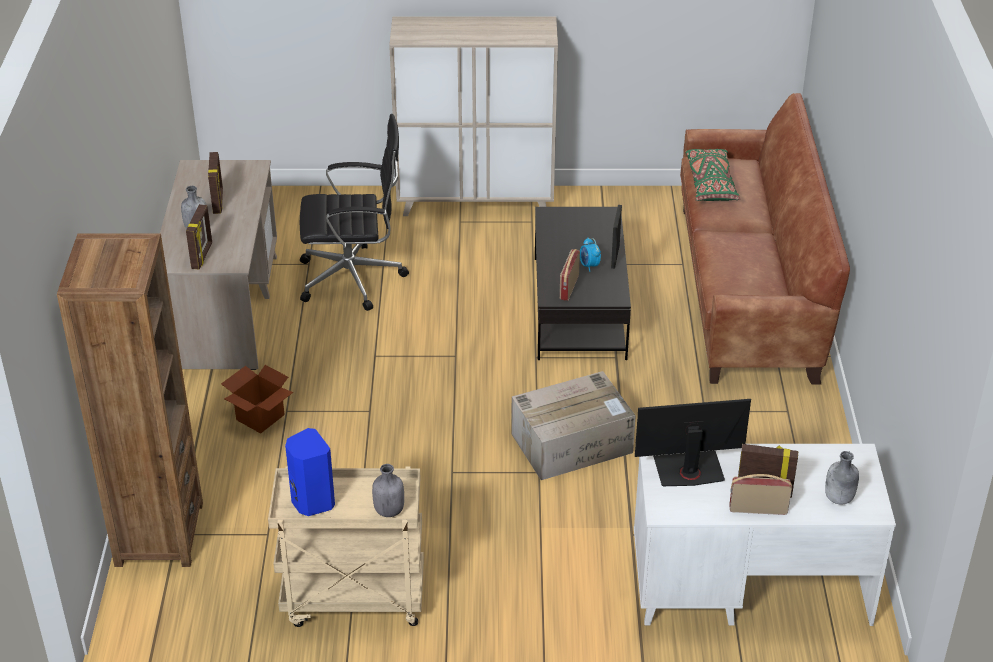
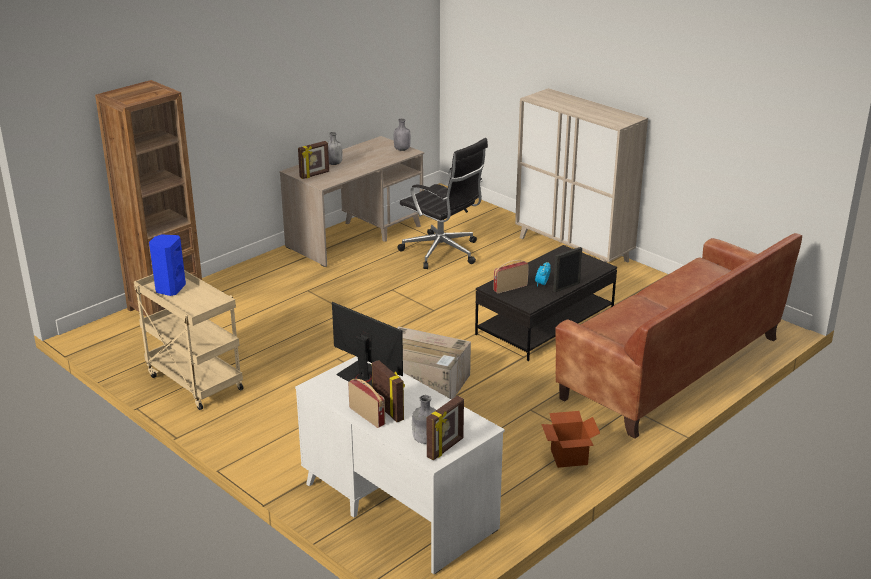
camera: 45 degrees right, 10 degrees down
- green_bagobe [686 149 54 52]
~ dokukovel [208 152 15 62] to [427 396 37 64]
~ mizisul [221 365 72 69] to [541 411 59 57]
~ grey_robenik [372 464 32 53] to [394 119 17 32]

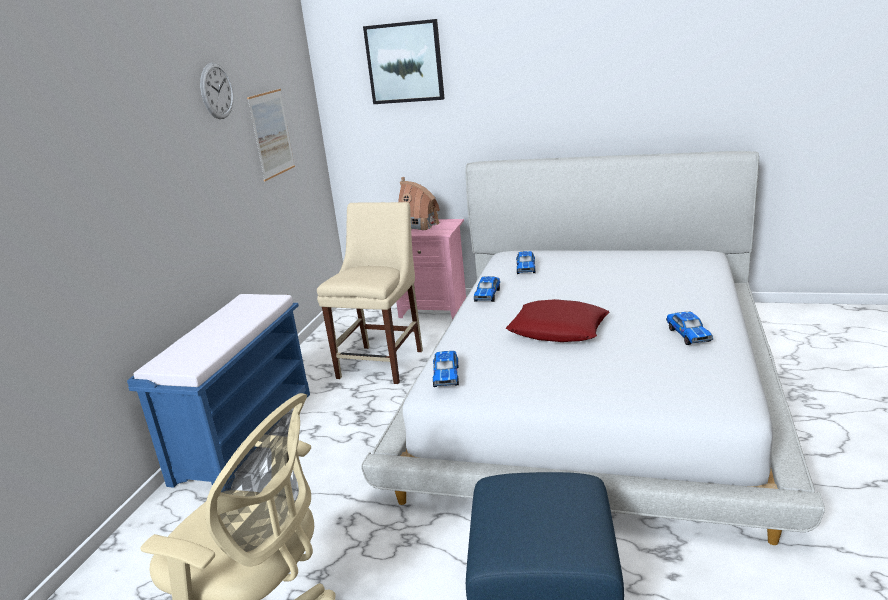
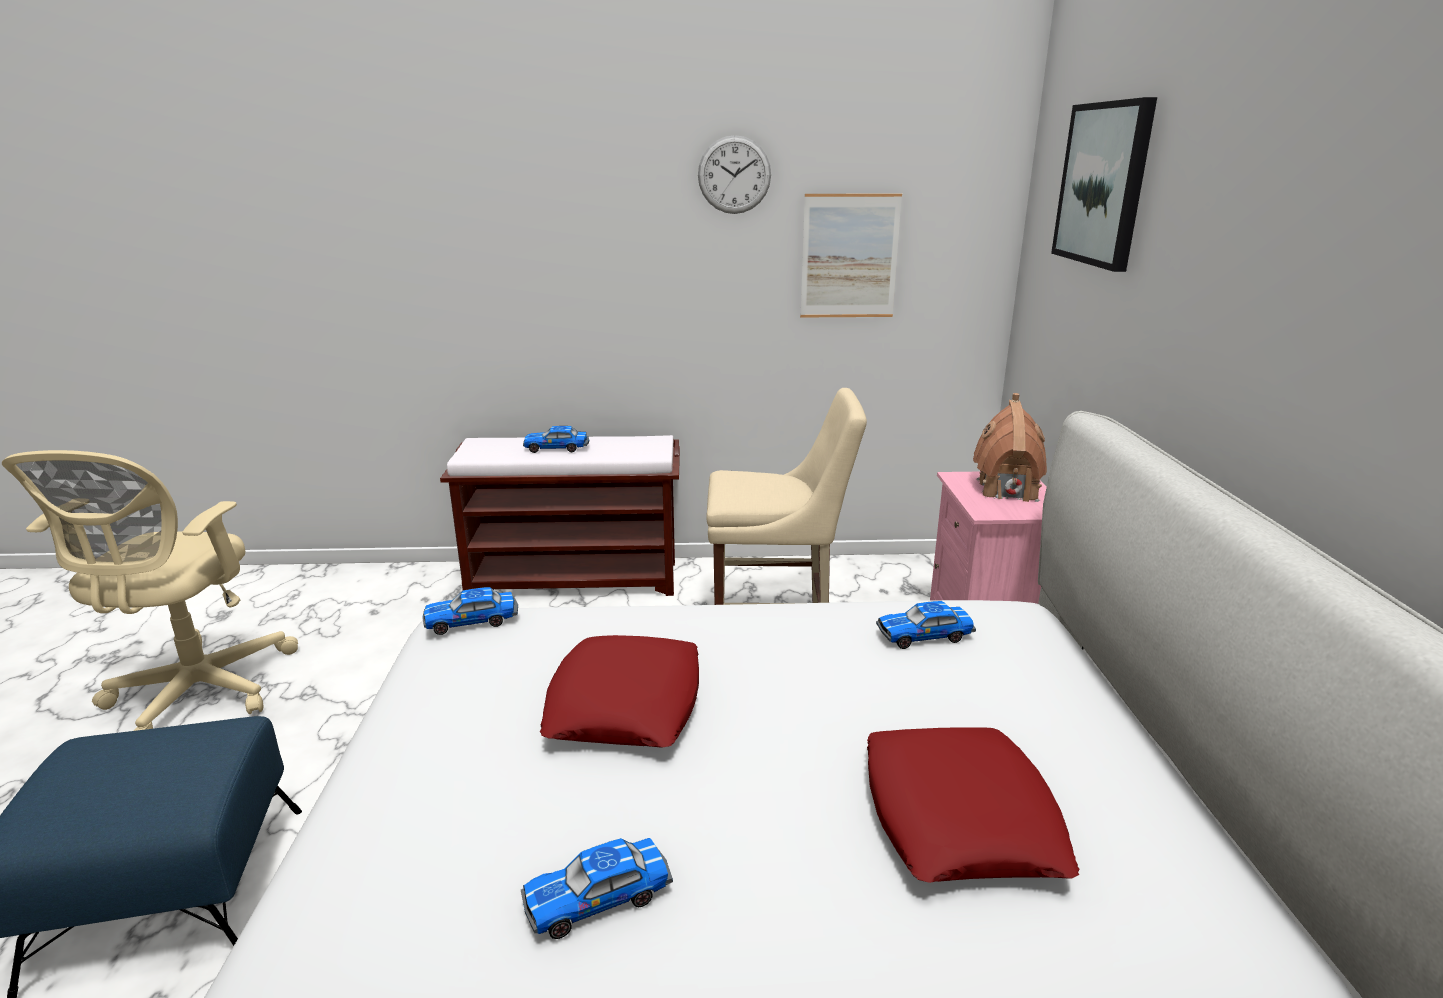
camera: 70 degrees right, 0 degrees up
+ red_bagobe [867 727 212 156]
~ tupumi [474 276 26 26] to [523 426 66 27]
~ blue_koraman [127 294 183 194] to brown_koraman [440 435 240 161]

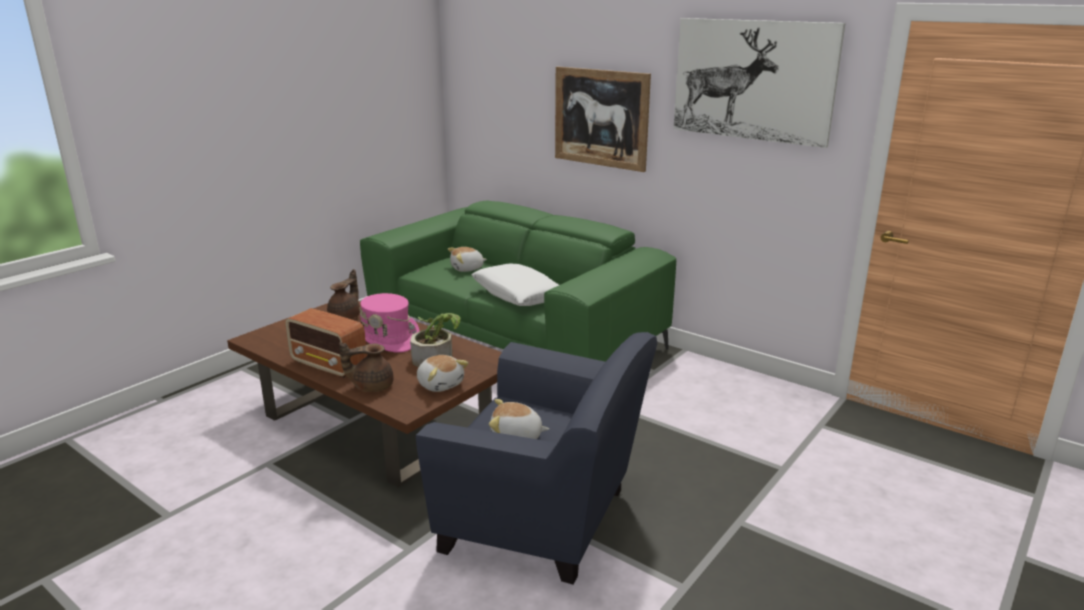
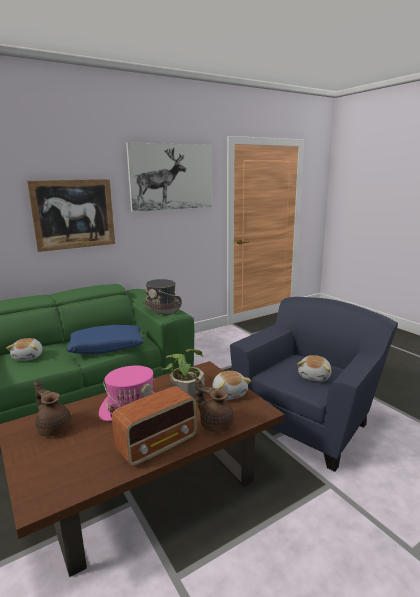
camera: 70 degrees left, 5 degrees down
+ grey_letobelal [142 279 40 36]
~ white_bagobe [472 264 87 42] to blue_bagobe [66 325 78 29]
~ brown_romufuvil [339 342 55 50] = [195 378 39 55] 120 degrees clockwise
~ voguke [417 355 52 37] = [212 371 40 29] 90 degrees clockwise

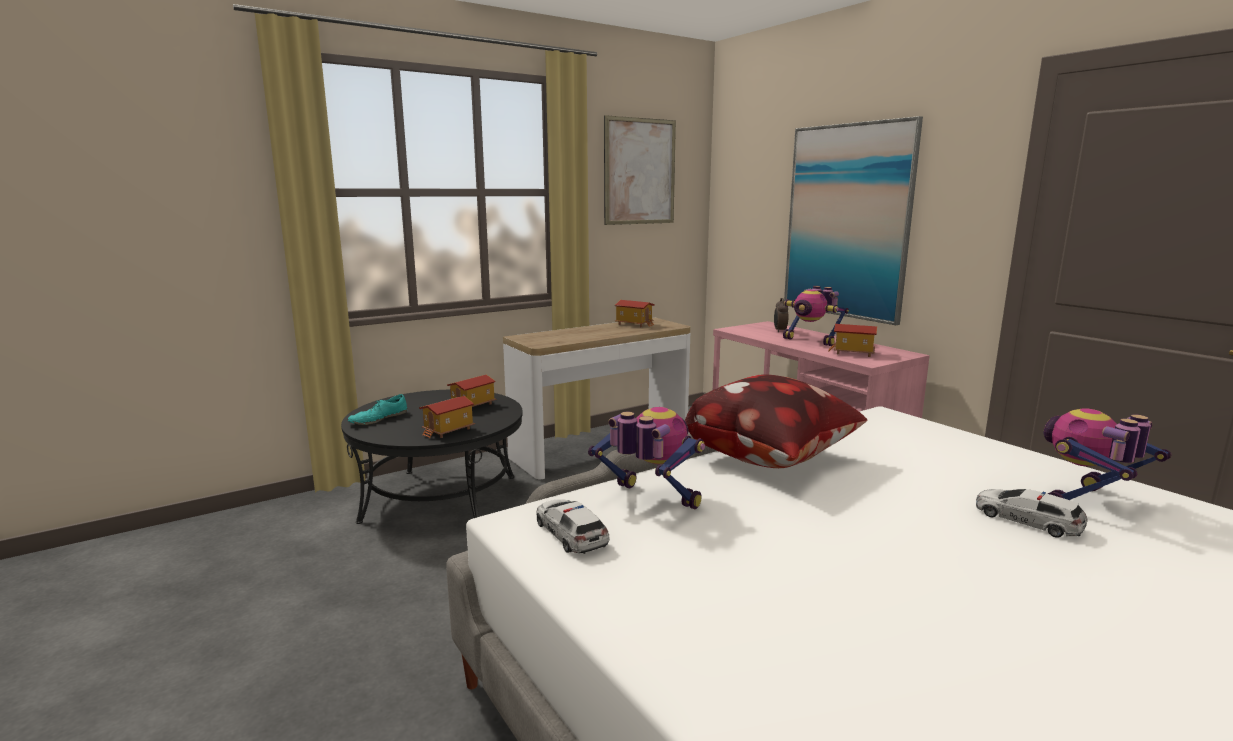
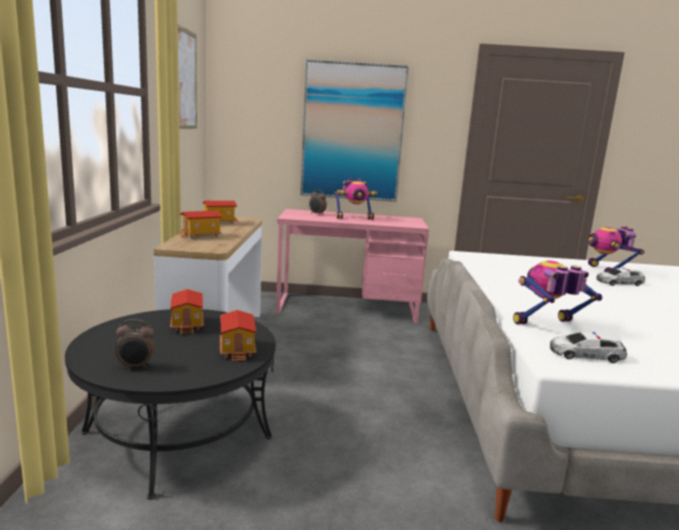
camera: 55 degrees left, 0 degrees up
- bagobe [685 375 183 93]
~ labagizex [828 324 49 33] to [179 211 43 28]
~ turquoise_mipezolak [348 394 59 31] to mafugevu [115 319 40 50]

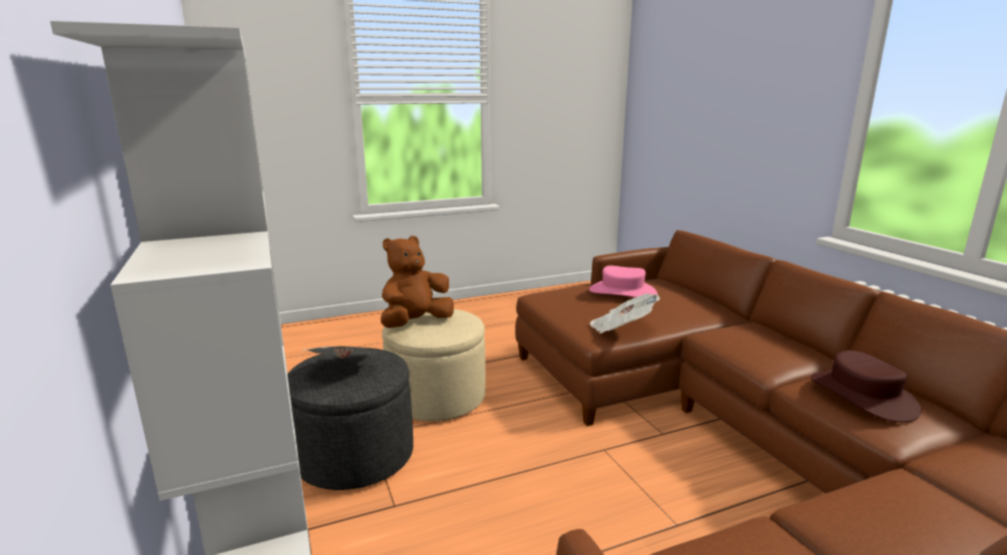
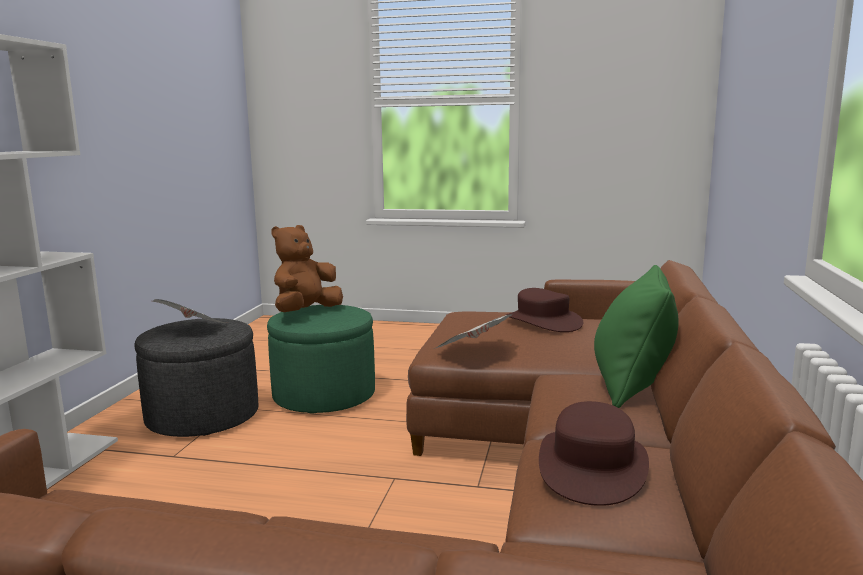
camera: 35 degrees right, 5 degrees down
+ green_bagobe [594 265 84 143]
~ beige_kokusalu [382 309 104 112] to green_kokusalu [267 305 108 109]
~ pink_letobelal [589 266 69 31] to brown_letobelal [506 288 77 44]
~ brown_voguke [381 236 73 92] = [272 225 71 87] 45 degrees counterclockwise

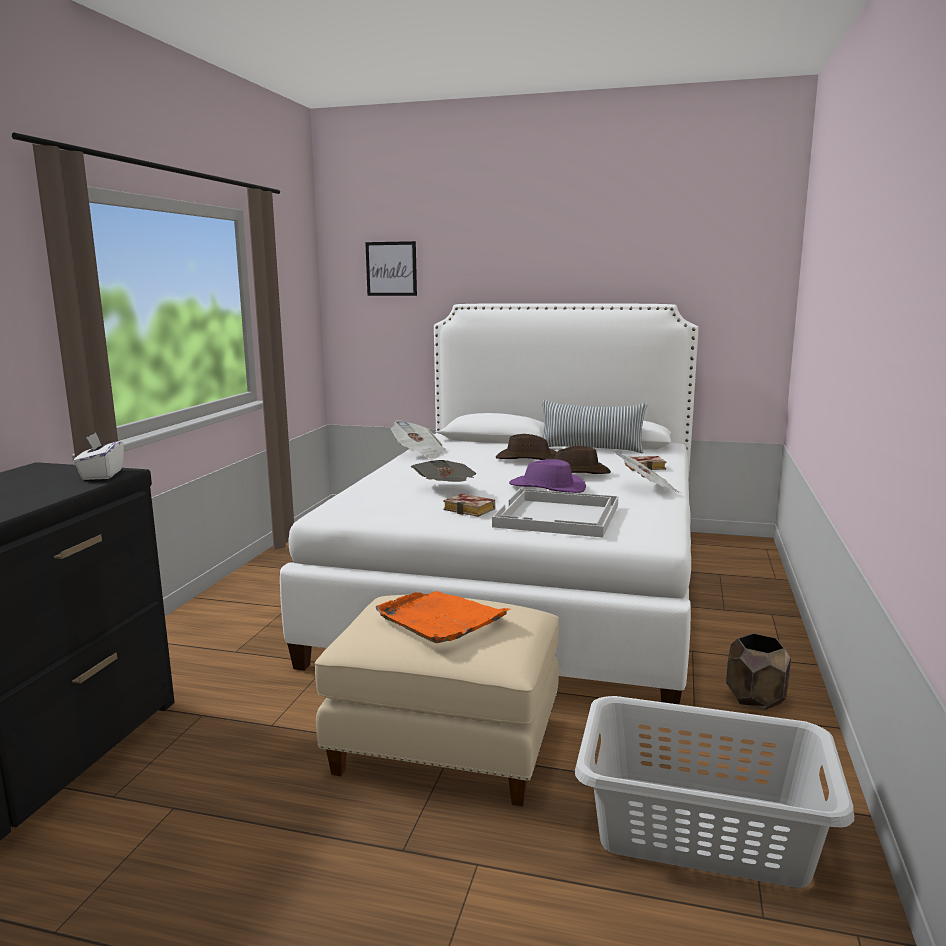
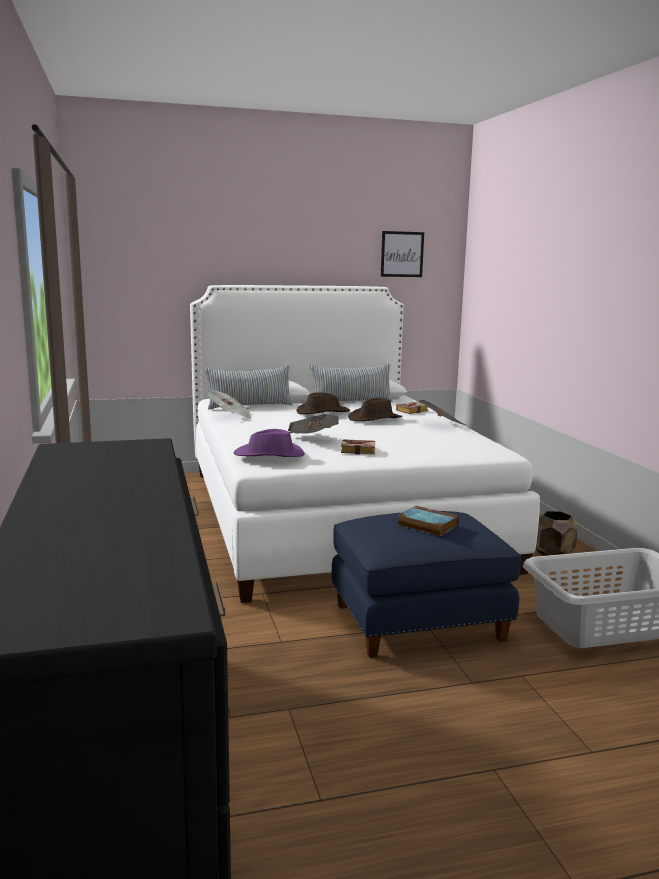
camera: 30 degrees left, 0 degrees up
- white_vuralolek [73 433 51 47]
- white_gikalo [492 489 126 49]
+ bagobe [205 365 87 44]
~ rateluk [365 241 52 55] to [381 231 43 46]
~ purple_letobelal [509 459 77 34] to [233 429 72 28]
~ orange_gikalo [376 591 134 52] to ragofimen [398 506 61 30]
~ beige_kokusalu [315 595 244 211] to blue_kokusalu [332 511 189 147]

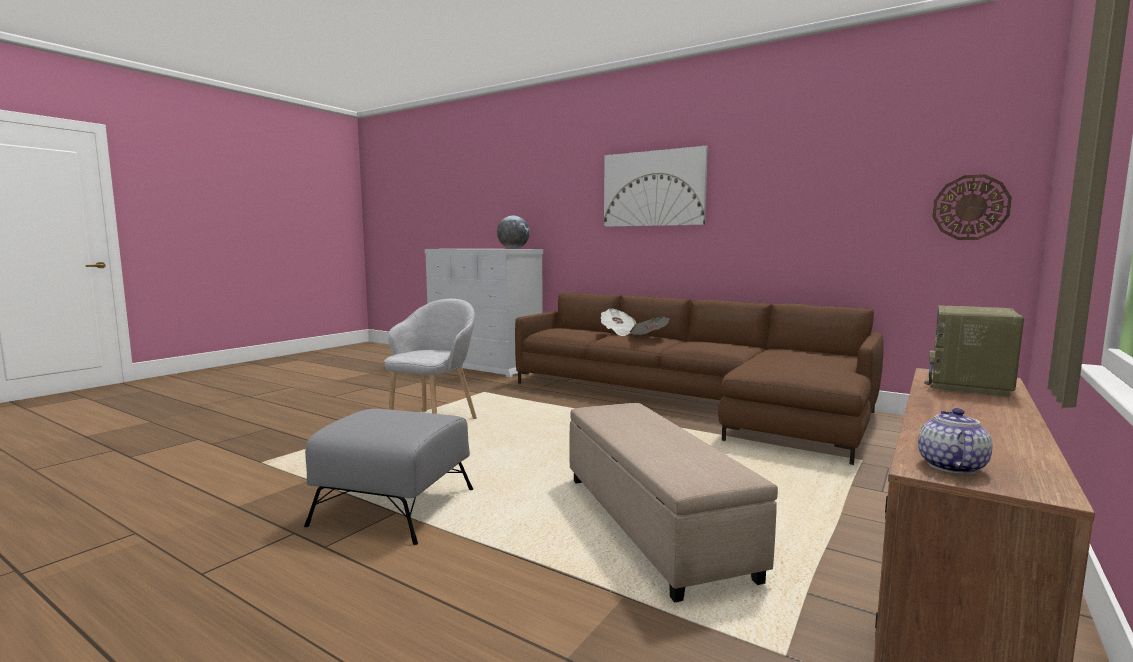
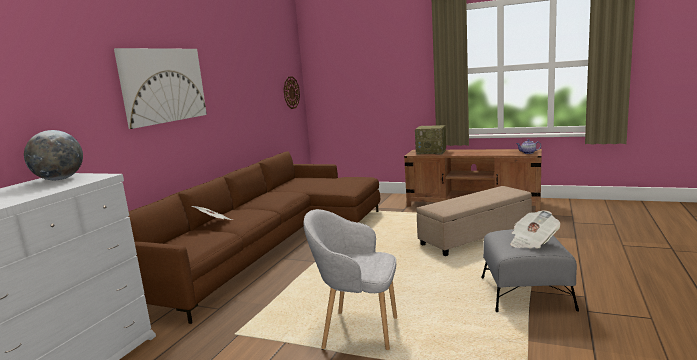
camera: 100 degrees left, 5 degrees up
~ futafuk [629 316 41 19] to [510 210 50 39]

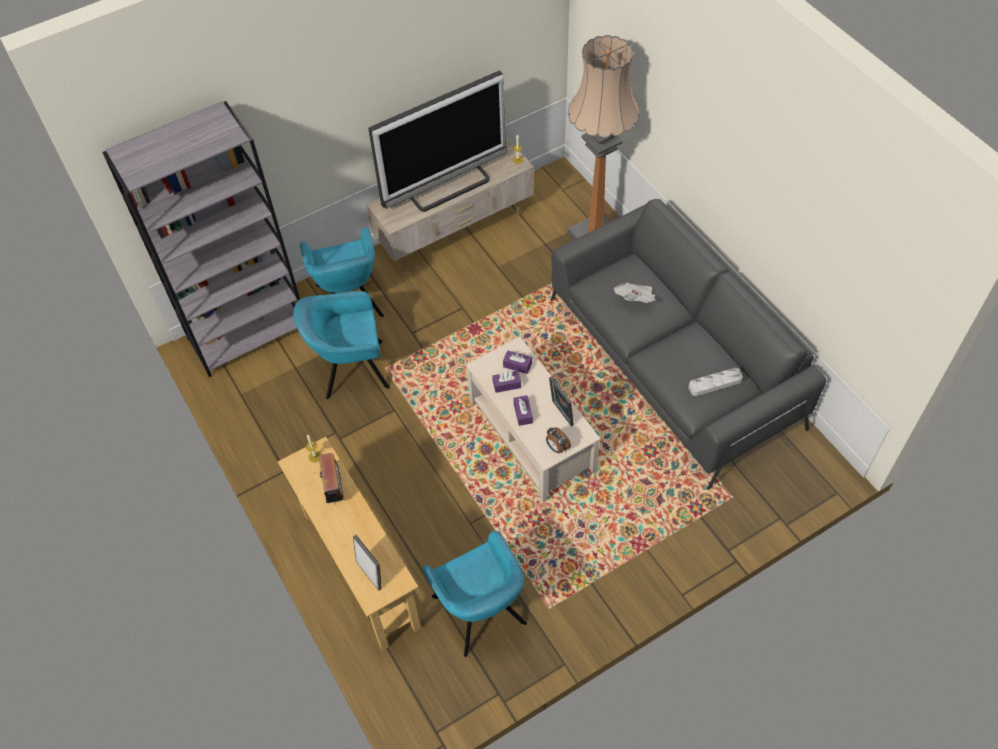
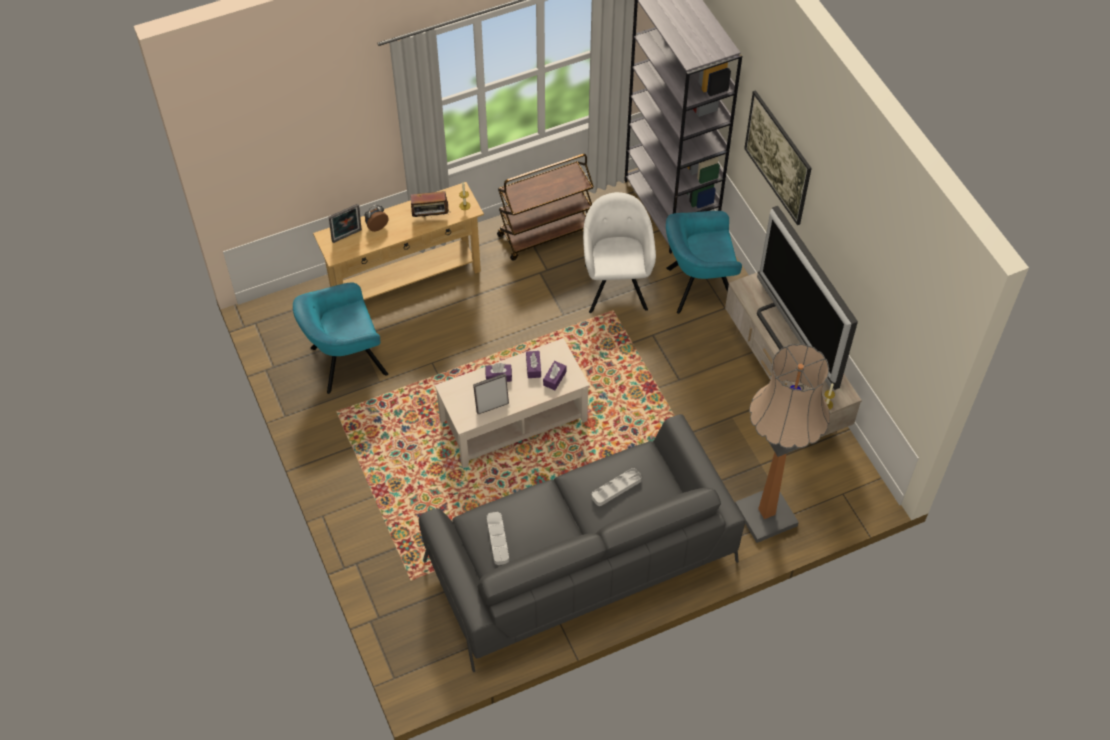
camera: 95 degrees right, 0 degrees up
+ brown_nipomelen [497 154 97 107]
+ rateluk [744 90 68 135]
~ mafugevu [546 427 25 26] to [365 205 23 27]
~ futafuk [614 282 41 21] to grey_gikalo [592 468 50 38]
~ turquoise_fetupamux [293 291 97 108] to white_fetupamux [583 192 73 121]

